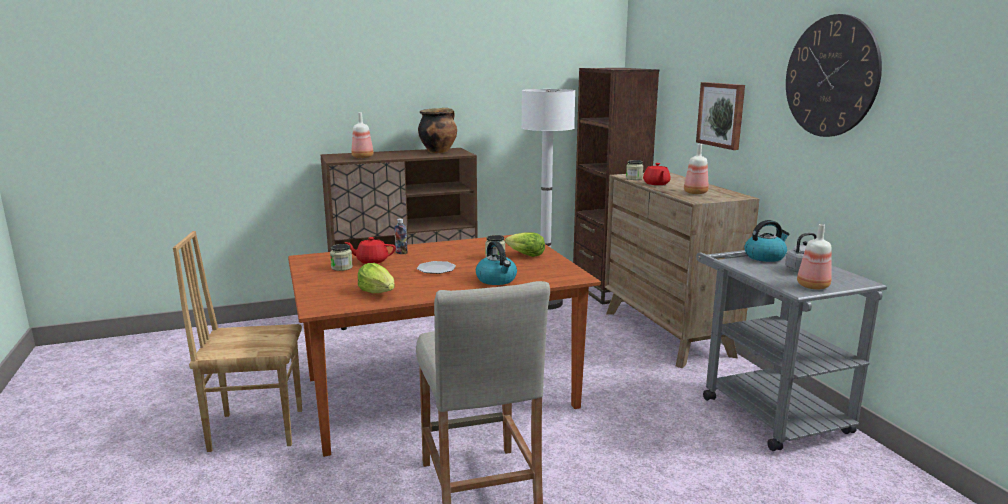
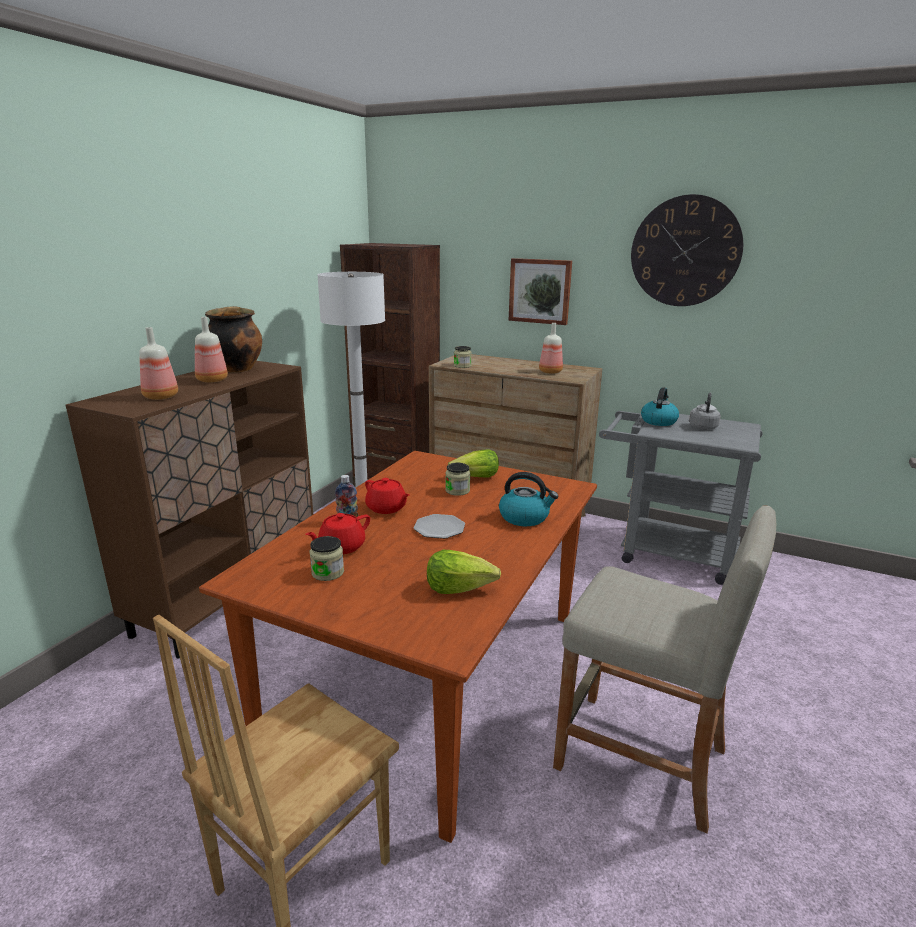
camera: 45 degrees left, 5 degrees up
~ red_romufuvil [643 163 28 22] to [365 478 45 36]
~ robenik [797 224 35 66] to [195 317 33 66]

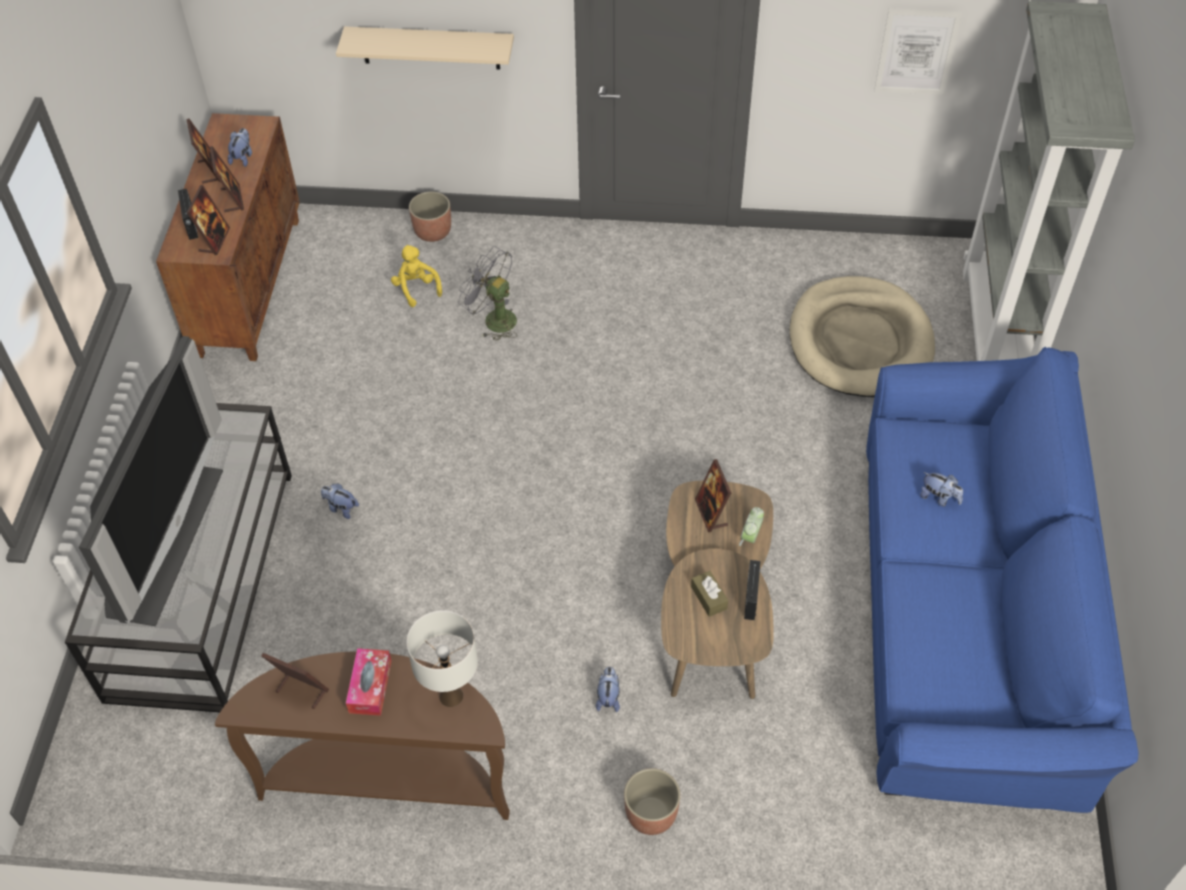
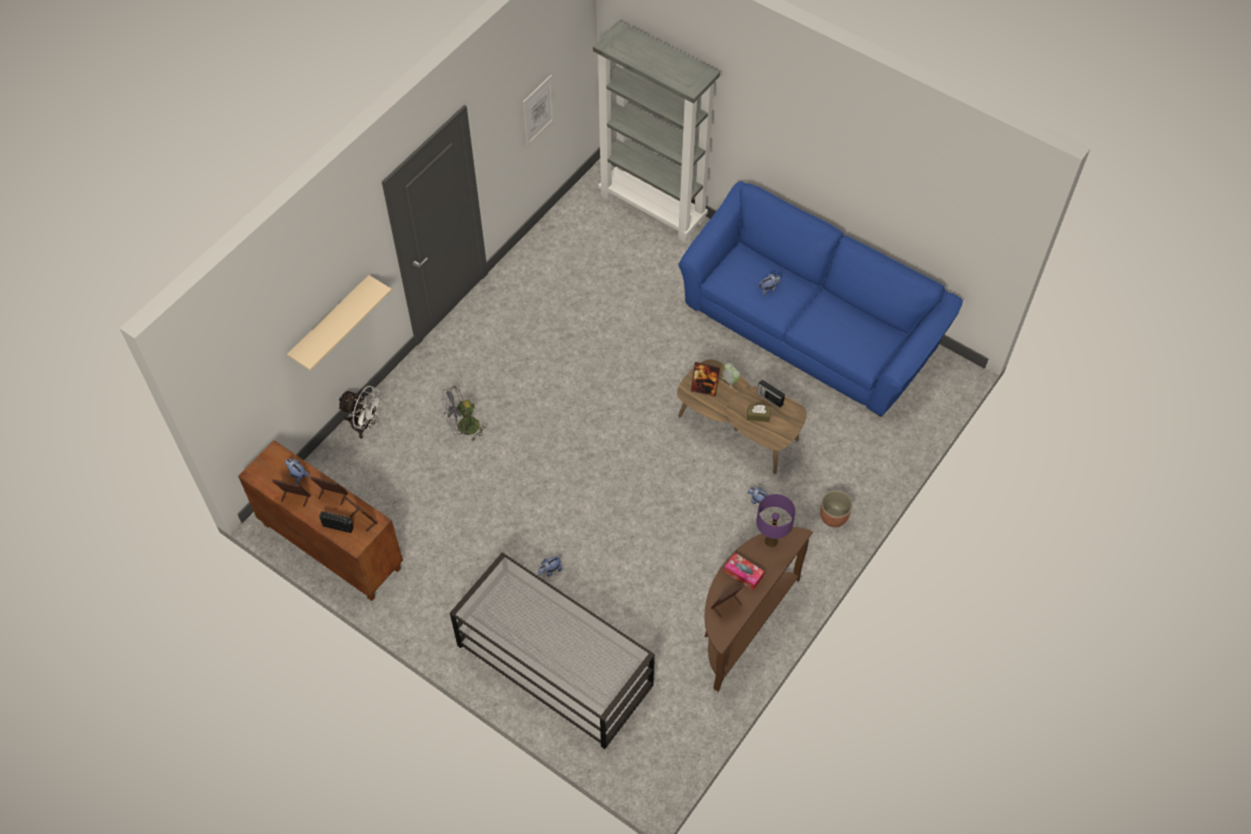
camera: 60 degrees left, 5 degrees up
- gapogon [79 336 144 290]
- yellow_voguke [391 245 51 62]
- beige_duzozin [790 276 145 121]
~ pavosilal [409 192 42 50] to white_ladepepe [338 386 45 53]
~ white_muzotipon [407 610 71 97] to purple_muzotipon [756 494 40 53]

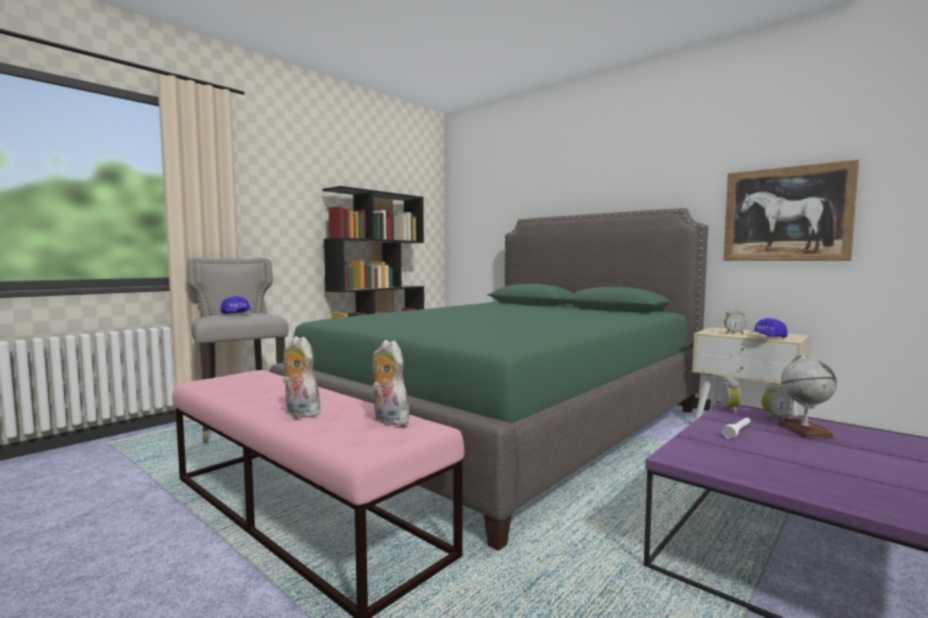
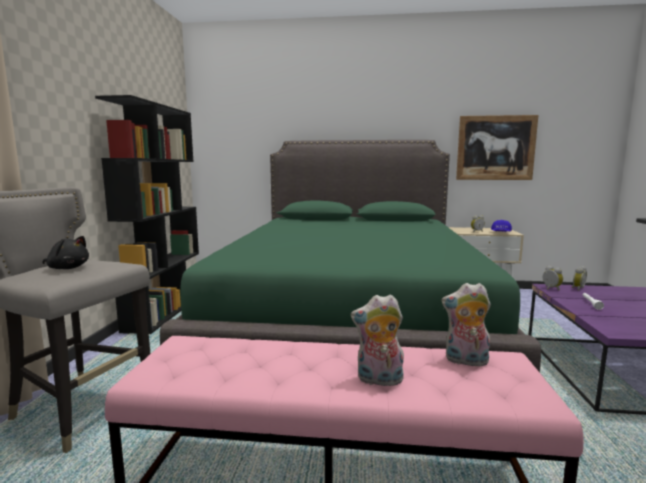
camera: 35 degrees left, 5 degrees up
- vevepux [777 354 60 85]
~ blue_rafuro [220 296 31 18] to black_voguke [43 236 46 33]

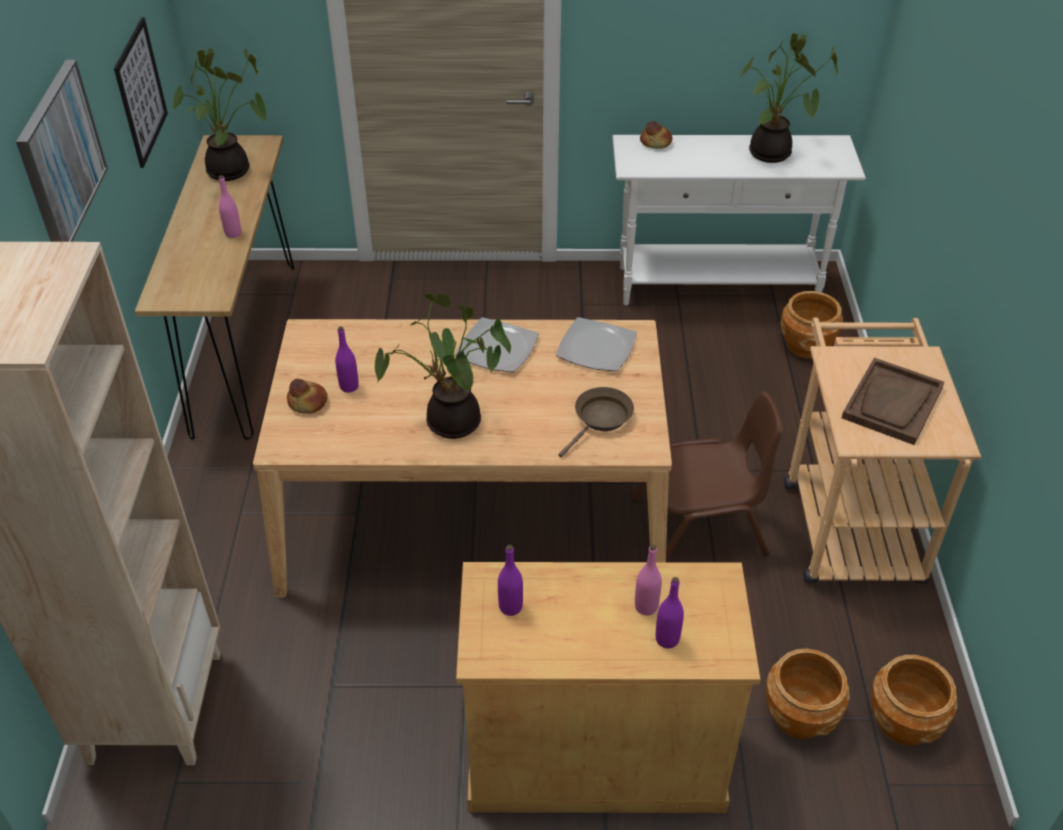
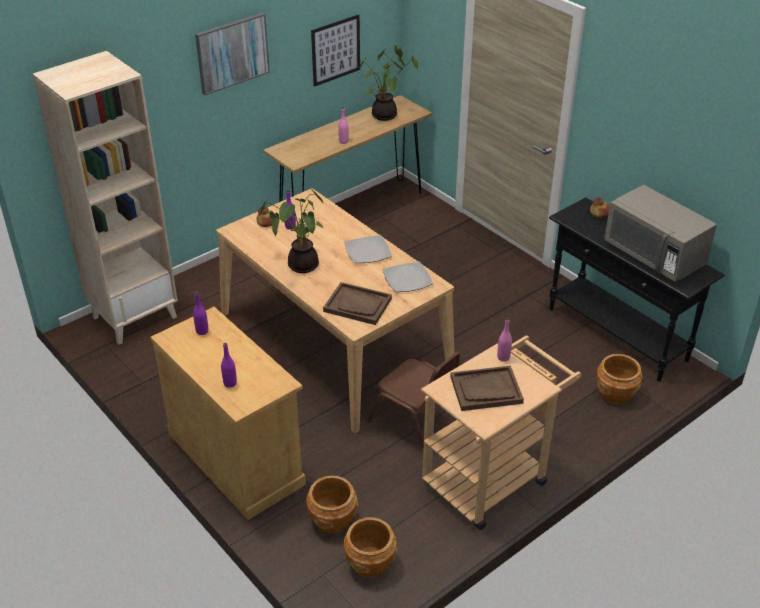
camera: 50 degrees right, 5 degrees down
~ pink_robenik [635 544 27 71] to [497 318 15 44]
~ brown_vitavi [558 387 76 71] to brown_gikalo [323 282 69 43]
~ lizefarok [740 33 98 130] to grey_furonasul [604 185 113 97]
~ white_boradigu [612 135 254 170] to black_boradigu [549 197 176 185]

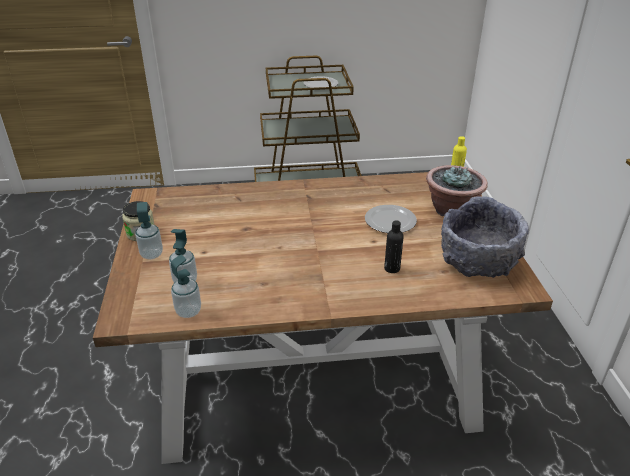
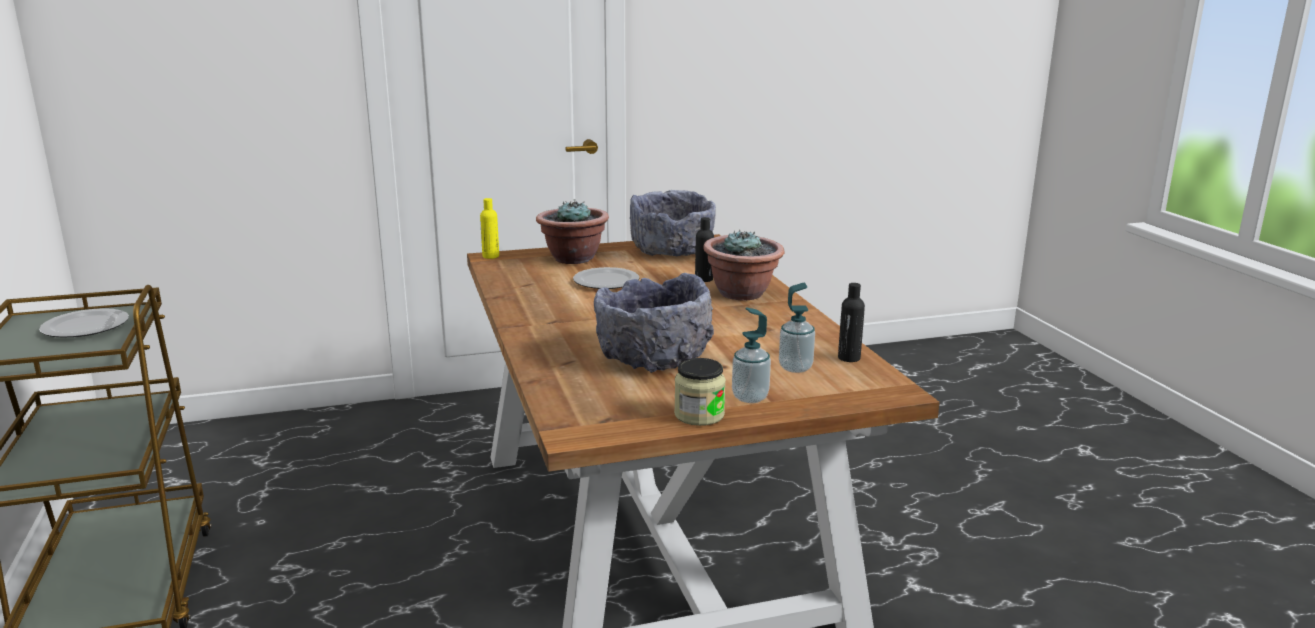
camera: 100 degrees left, 15 degrees down
+ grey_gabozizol [594 273 120 100]
+ lizefarok [703 229 82 71]
~ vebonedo [171 255 30 63] to black_robenik [838 283 27 79]

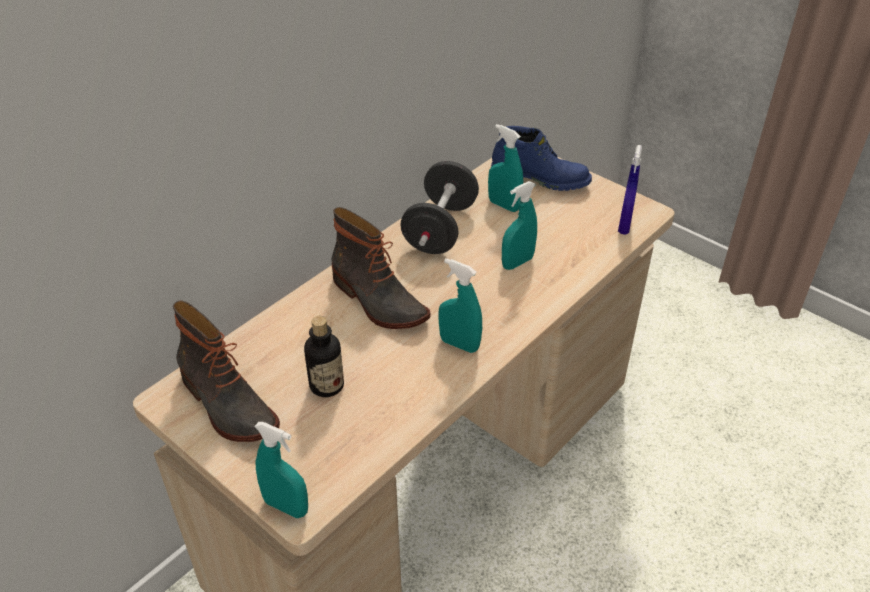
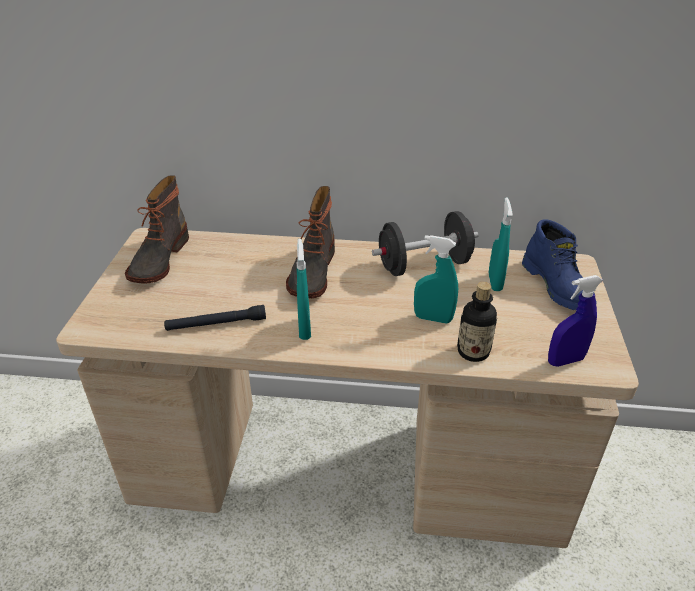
camera: 55 degrees right, 5 degrees down
- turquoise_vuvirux [254 422 54 96]
+ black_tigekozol [164 305 102 26]
~ robenik [304 316 40 81] to [457 282 40 80]

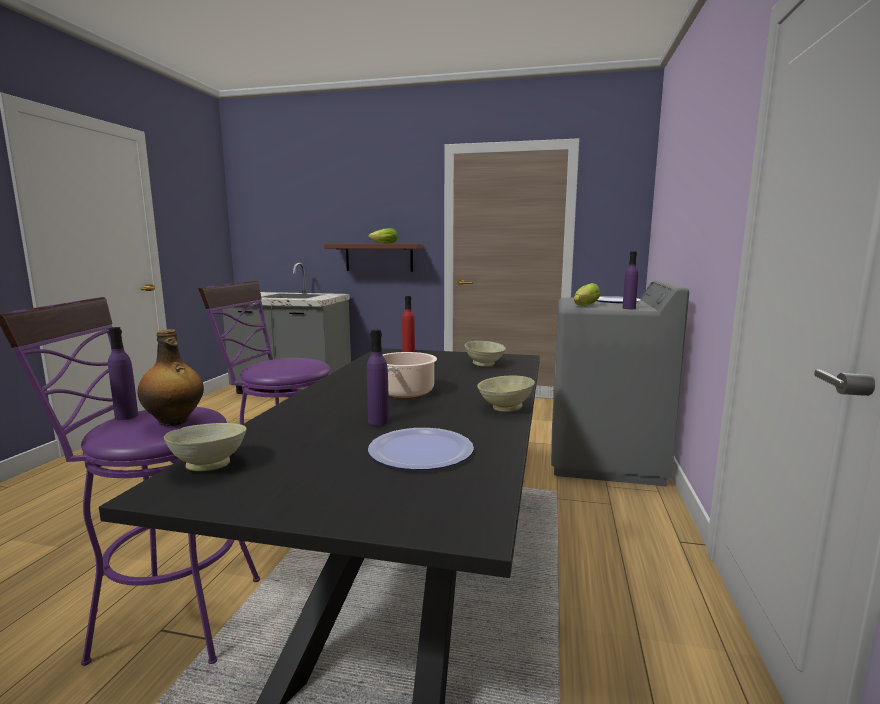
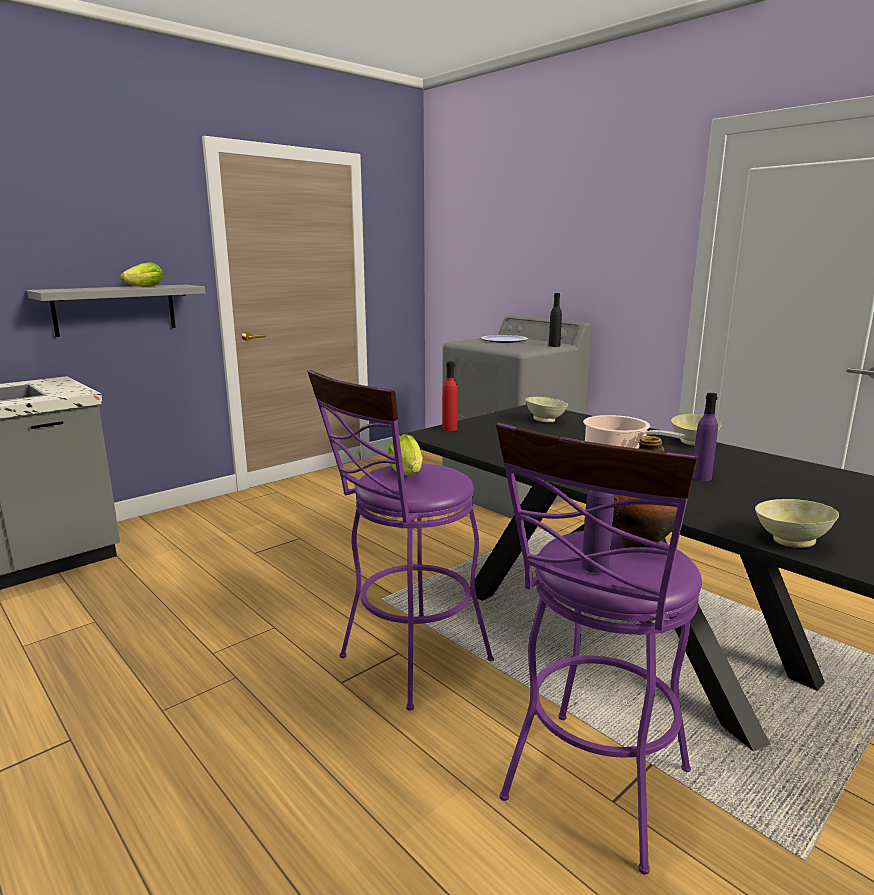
camera: 55 degrees left, 5 degrees up
- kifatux [368 428 106 42]
~ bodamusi [574 283 27 23] to [387 434 36 41]
~ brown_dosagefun [324 244 99 28] to grey_dosagefun [27 285 179 52]
~ purple_robenik [623 251 15 58] to black_robenik [549 293 13 54]

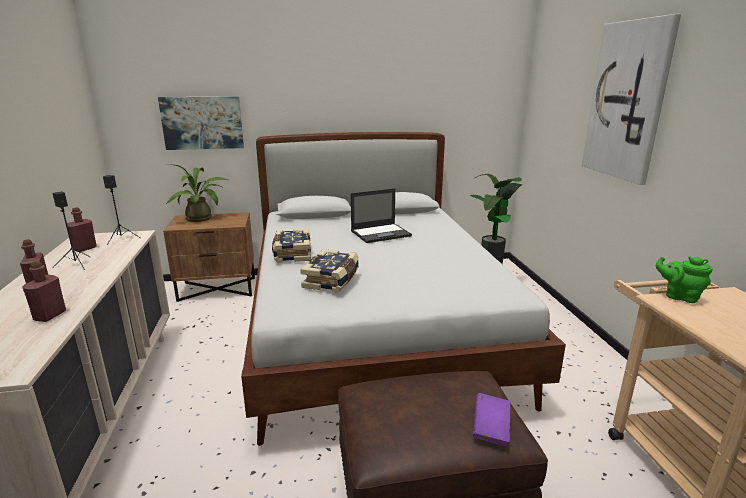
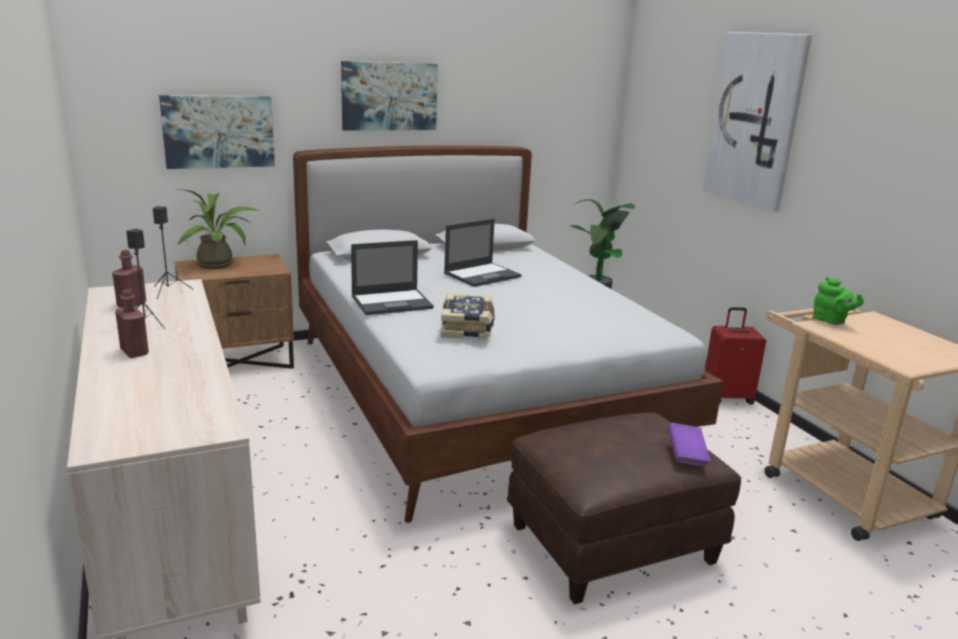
camera: 15 degrees left, 0 degrees up
- red_robenik [22 261 44 61]
+ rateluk [341 61 97 70]
+ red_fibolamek [705 307 61 98]
~ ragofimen [272 229 39 34] to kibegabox [351 240 83 75]
~ green_romufuvil [656 256 57 47] = [813 277 51 48] 150 degrees counterclockwise

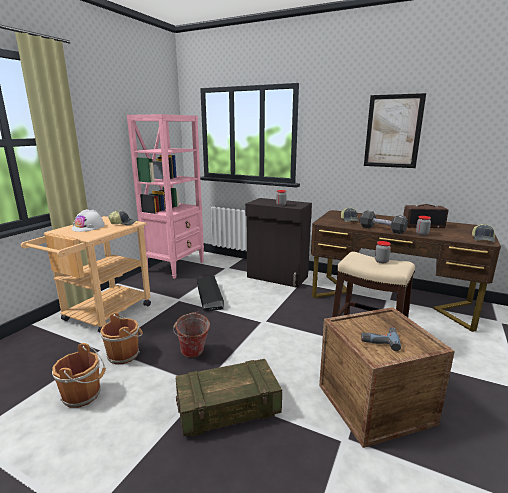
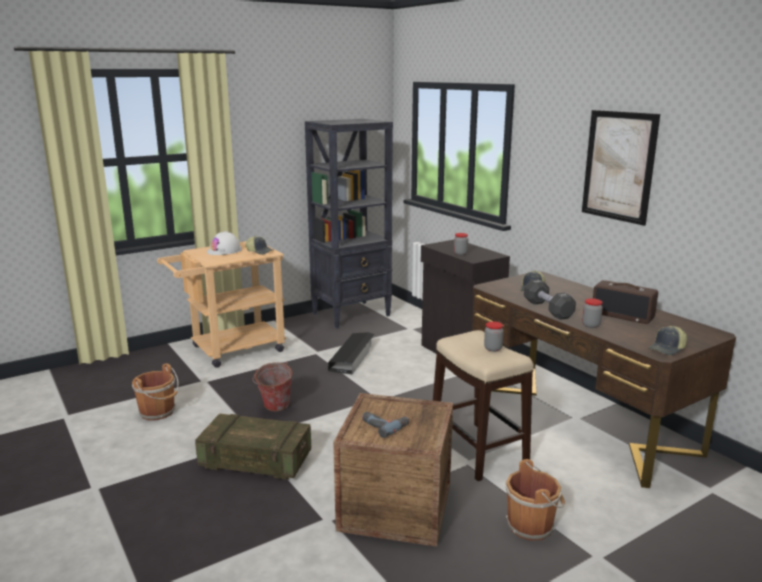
camera: 30 degrees right, 0 degrees up
~ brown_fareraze [100 312 43 53] to [505 459 60 82]
~ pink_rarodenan [127 114 77 165] to black_rarodenan [305 119 88 209]

